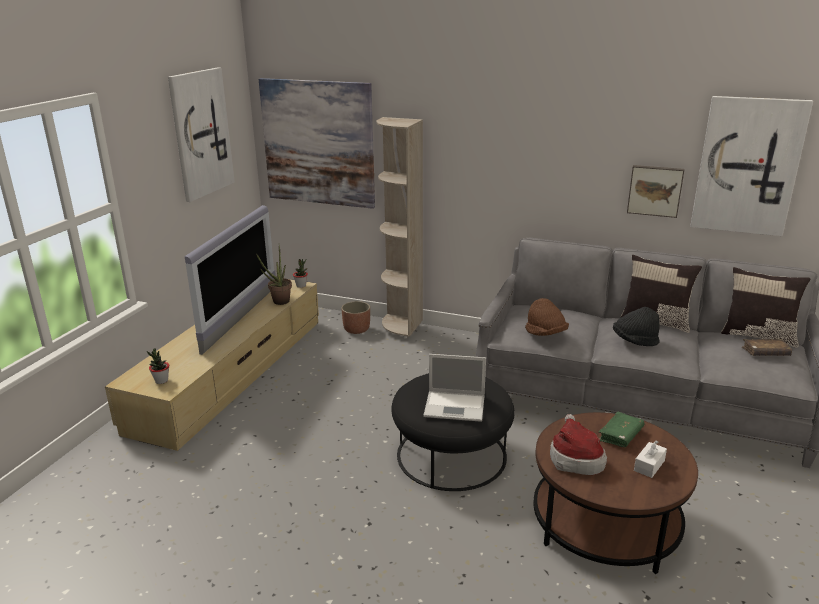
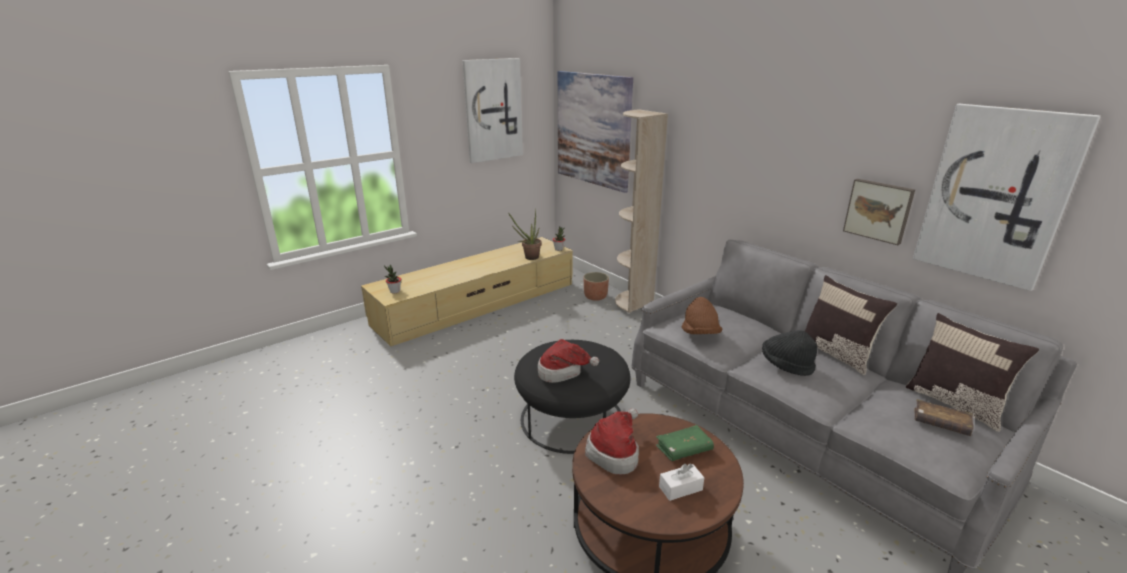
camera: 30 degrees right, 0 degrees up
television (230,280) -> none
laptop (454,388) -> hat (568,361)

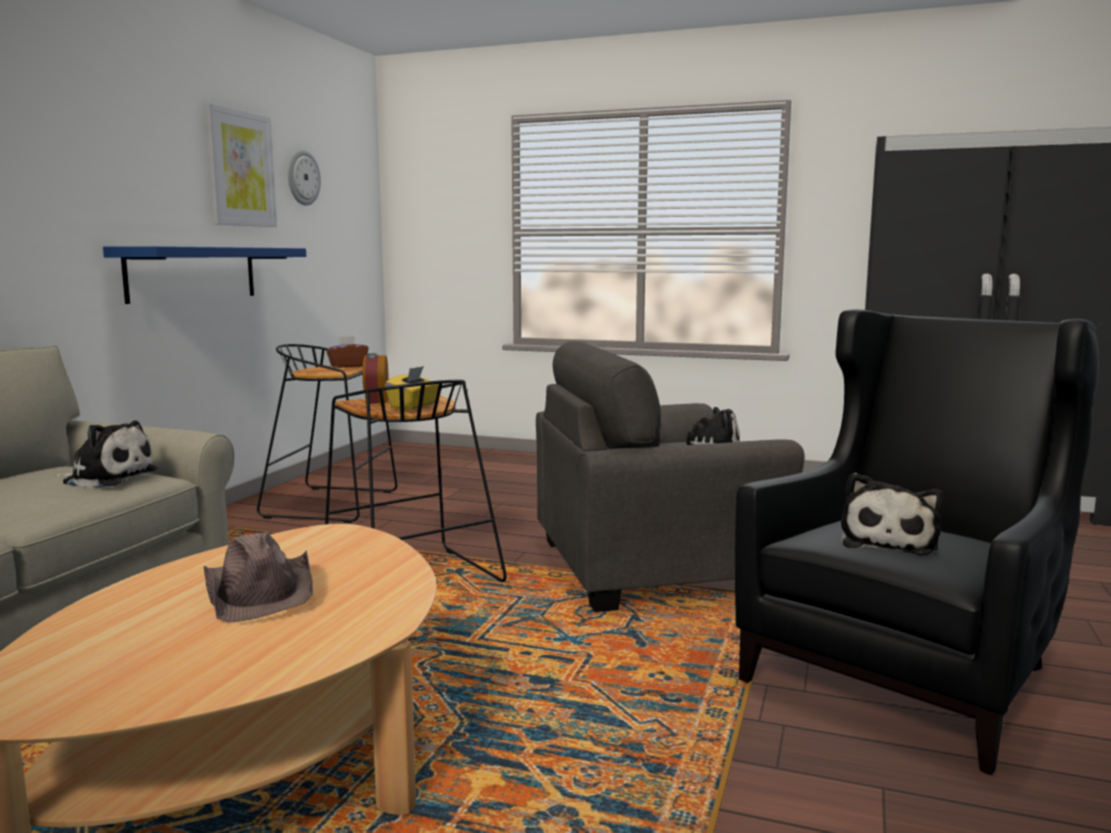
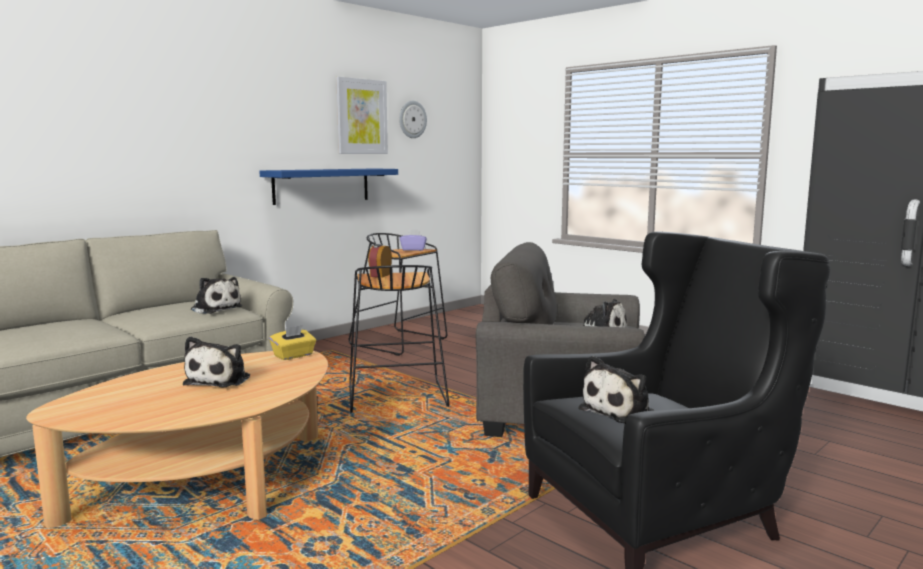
camera: 25 degrees right, 0 degrees up
tissue box (brown) (347,352) -> tissue box (purple) (413,240)
tissue box (yellow) (412,388) -> tissue box (yellow) (292,342), relocated
hat (brown) (258,577) -> plush toy (216,362)

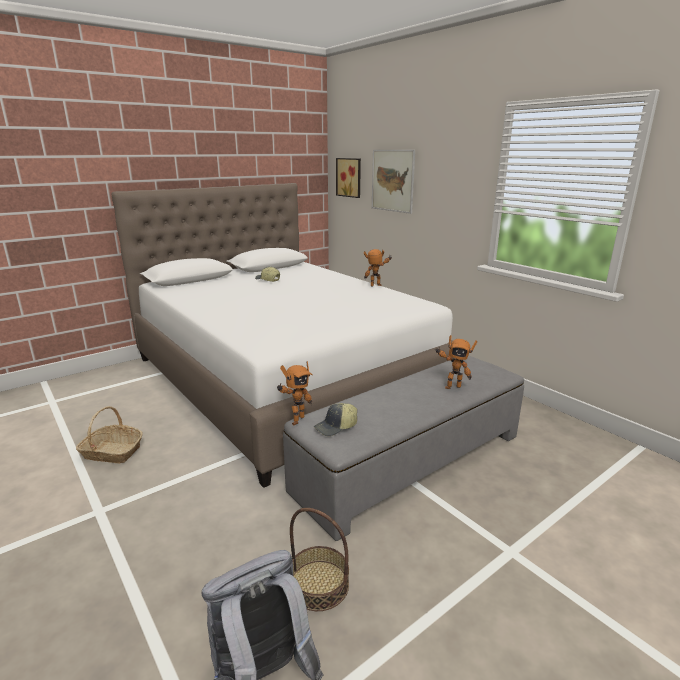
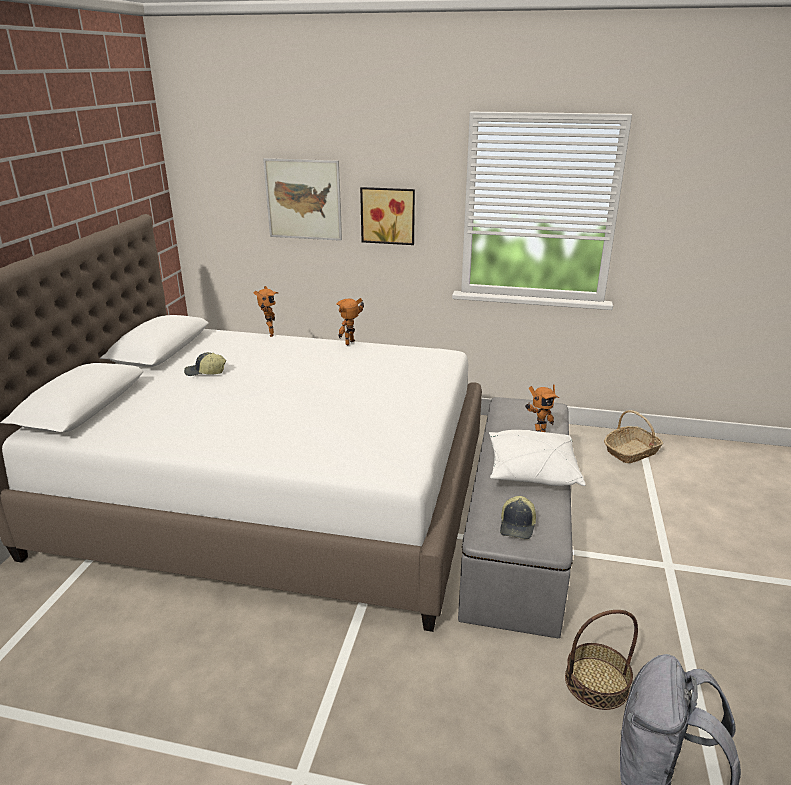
camera: 40 degrees left, 5 degrees up
picture (348,178) -> picture (387,216), relocated
toy robot (295,393) -> toy robot (266,311), relocated
basket (109,434) -> basket (633,437), relocated
none -> pillow (white) (537,458)

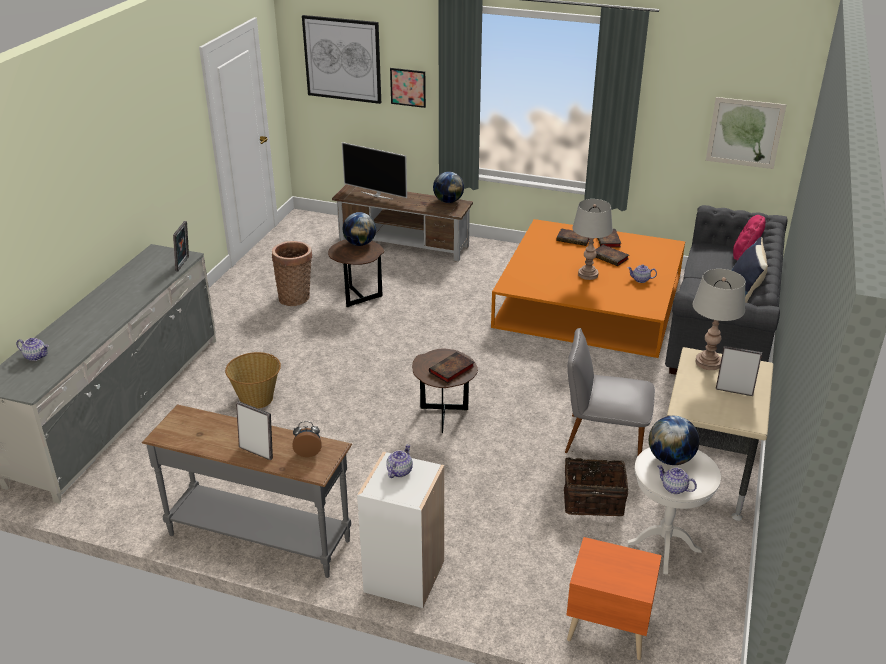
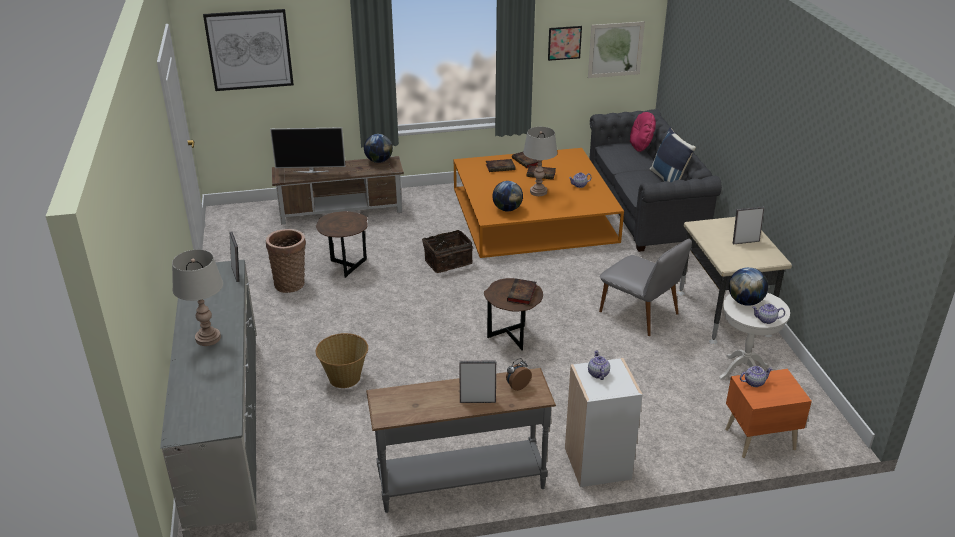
camera: 30 degrees left, 0 degrees up
picture (408,88) -> picture (565,43), relocated
globe (359,229) -> globe (507,196), relocated
table lamp (grey) (719,319) -> table lamp (grey) (197,298), relocated
chair (grey) (610,391) -> chair (grey) (645,287), 120 degrees counterclockwise
teapot (32,349) -> teapot (756,376), relocated
basket (596,483) -> basket (447,251), relocated

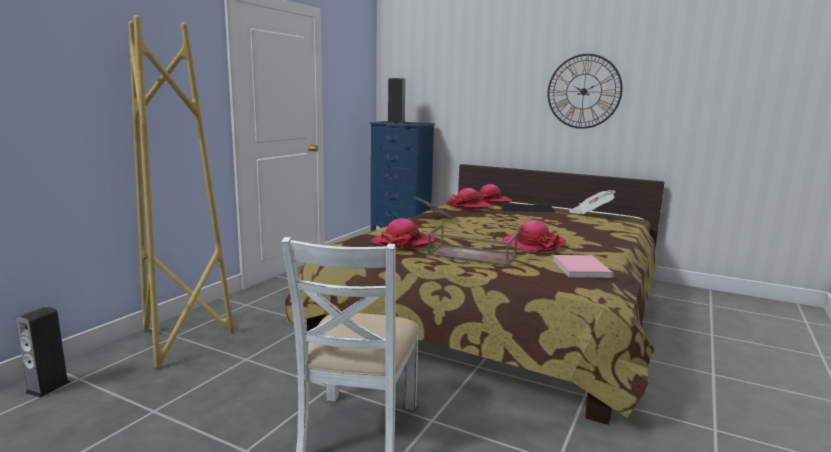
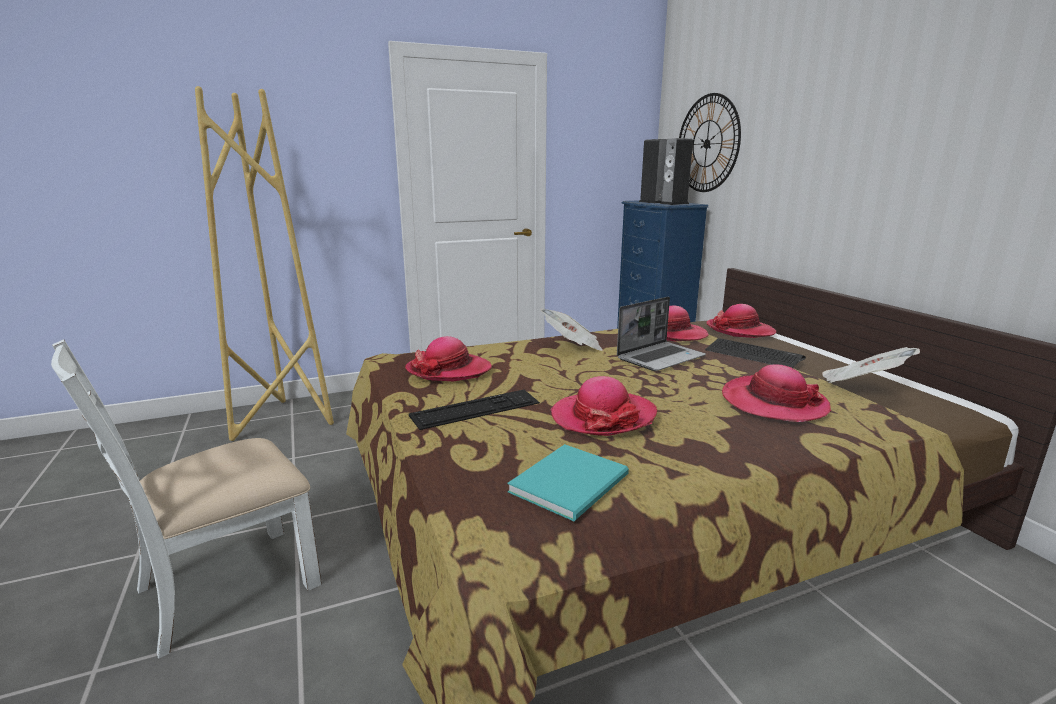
camera: 40 degrees right, 5 degrees up
wall clock (585,91) -> wall clock (710,142), relocated
tray (brown) (472,245) -> keyboard (474,410)
book (pink) (583,266) -> book (turquoise) (568,482)
speaker (43,352) -> speaker (676,171), relocated
none -> laptop (661,333)
none -> hat (776,393)

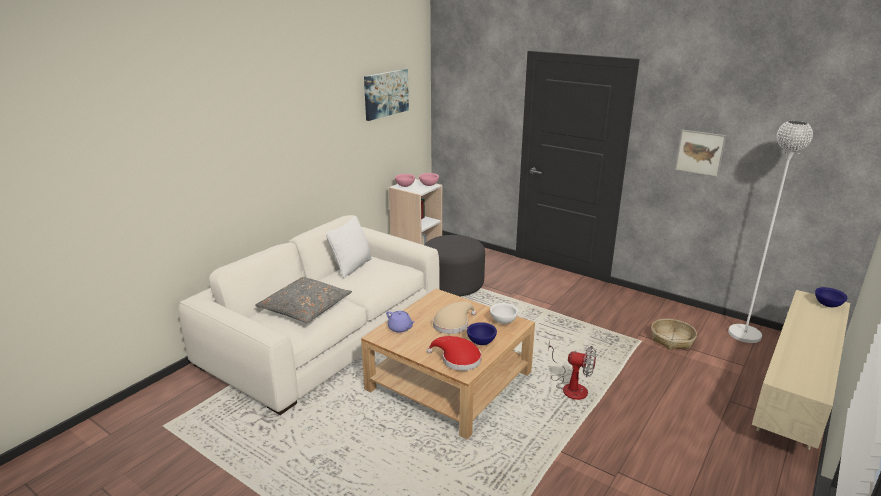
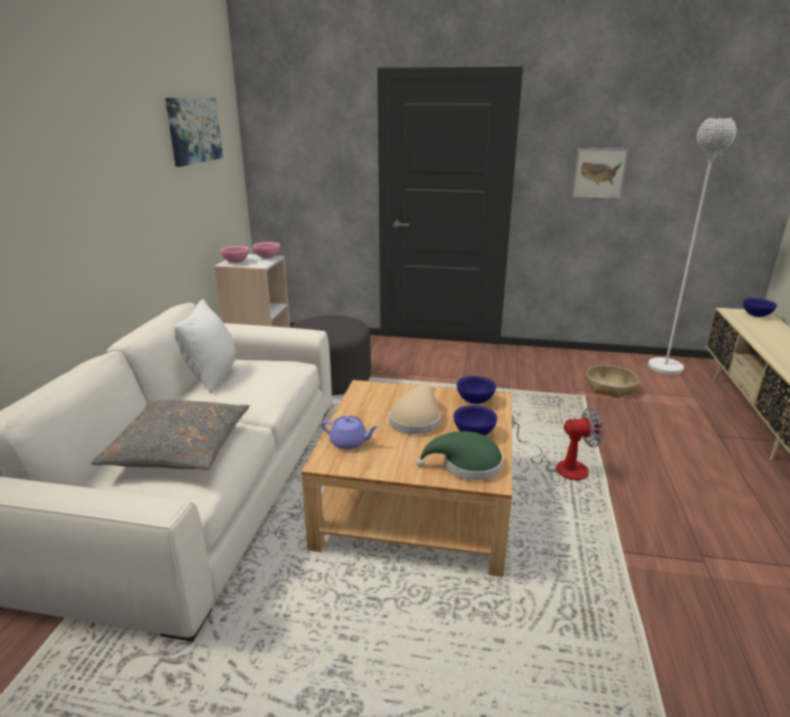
camera: 25 degrees left, 0 degrees up
bowl (white) (504,313) -> bowl (blue) (476,390)
hat (red) (454,353) -> hat (green) (459,455)

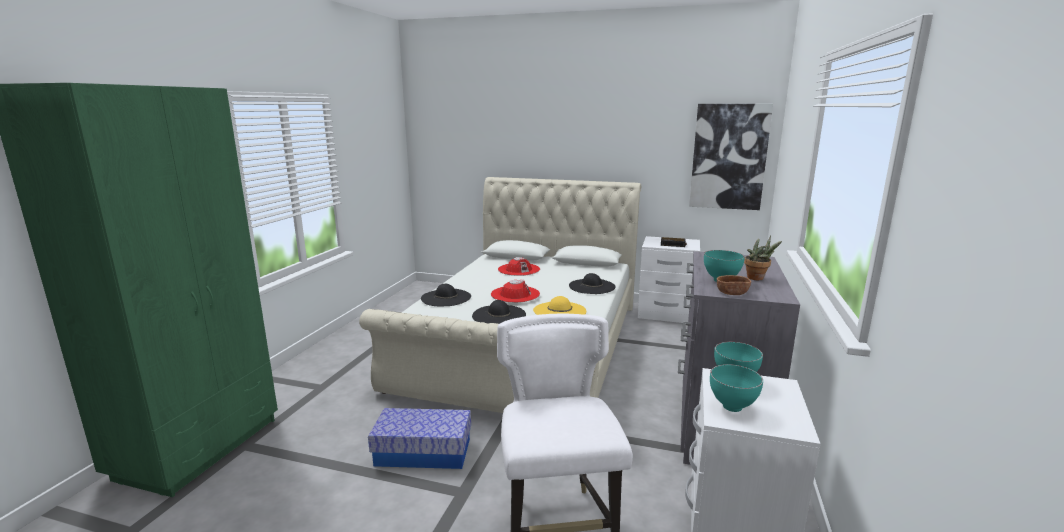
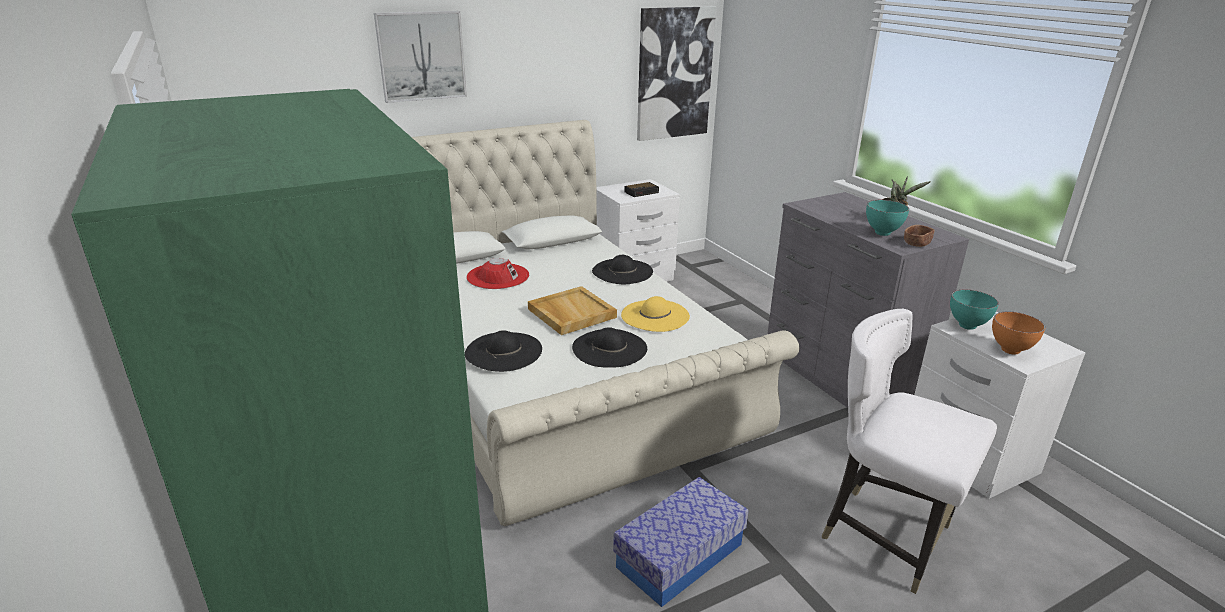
camera: 45 degrees left, 10 degrees up
hat (red) (515,291) -> tray (beige) (572,310)
bowl (turquoise) (736,388) -> bowl (orange) (1018,333)
none -> picture (420,57)

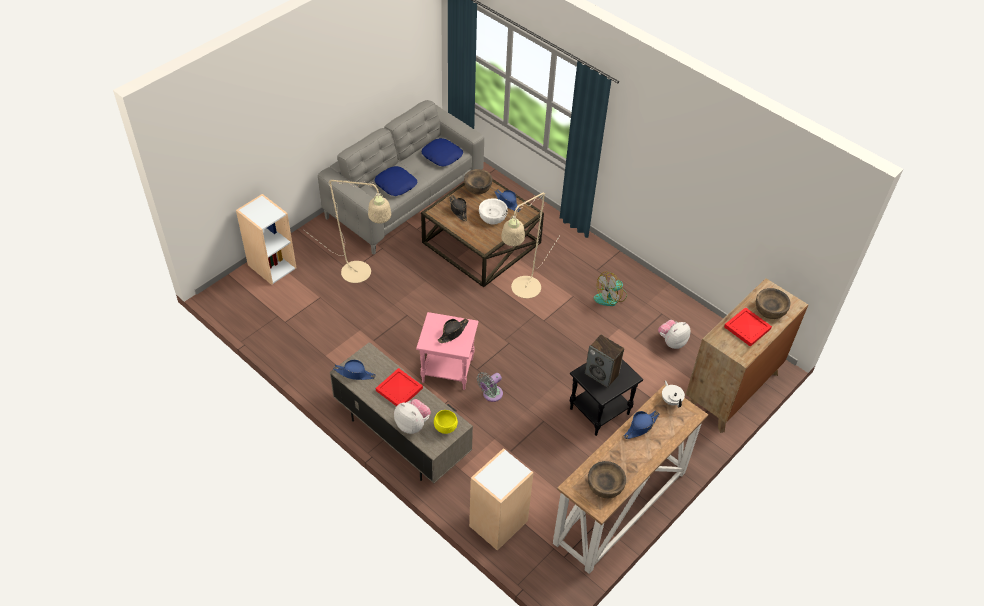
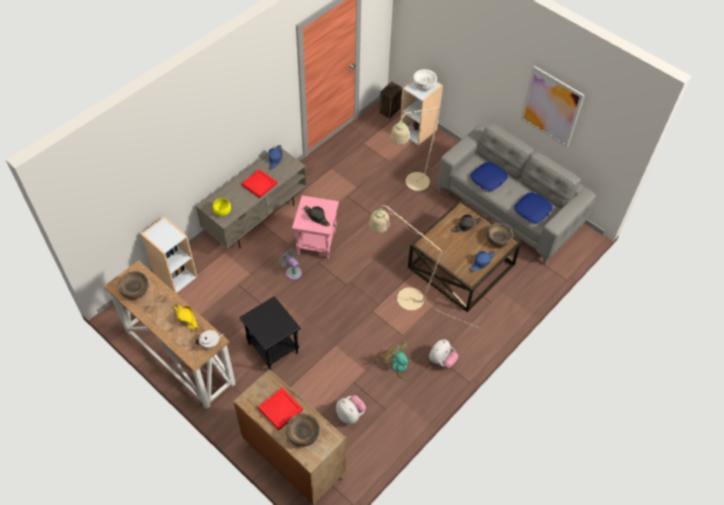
camera: 90 degrees right, 5 degrees up
bowl (white) (493,211) -> bowl (white) (425,80), relocated
speaker (604,361) -> speaker (390,100), relocated
plush toy (412,416) -> plush toy (443,353), relocated
hat (blue) (642,424) -> hat (yellow) (186,317)
none -> picture (553,107)

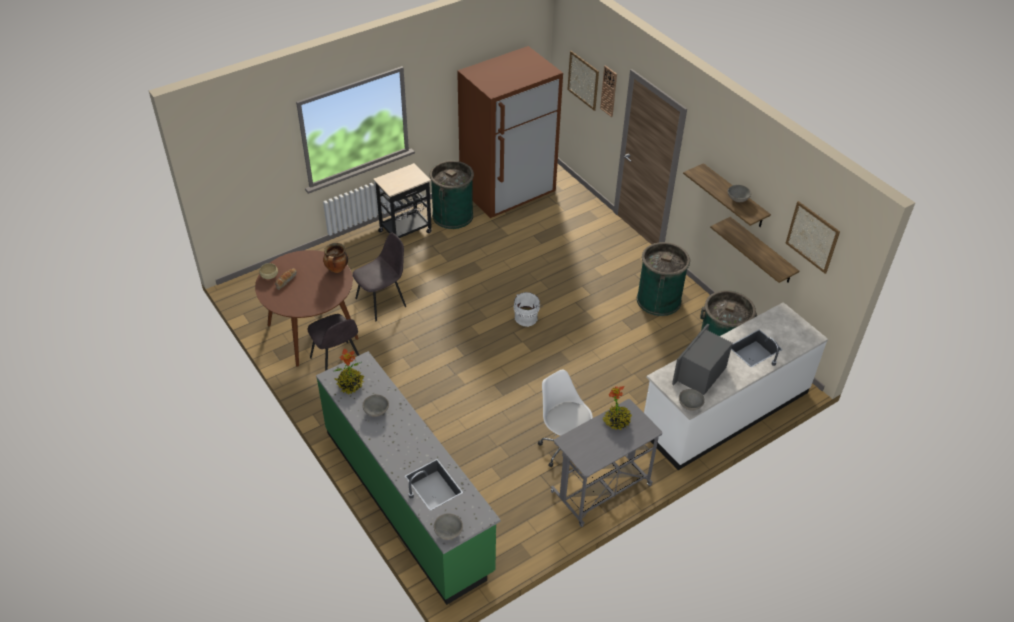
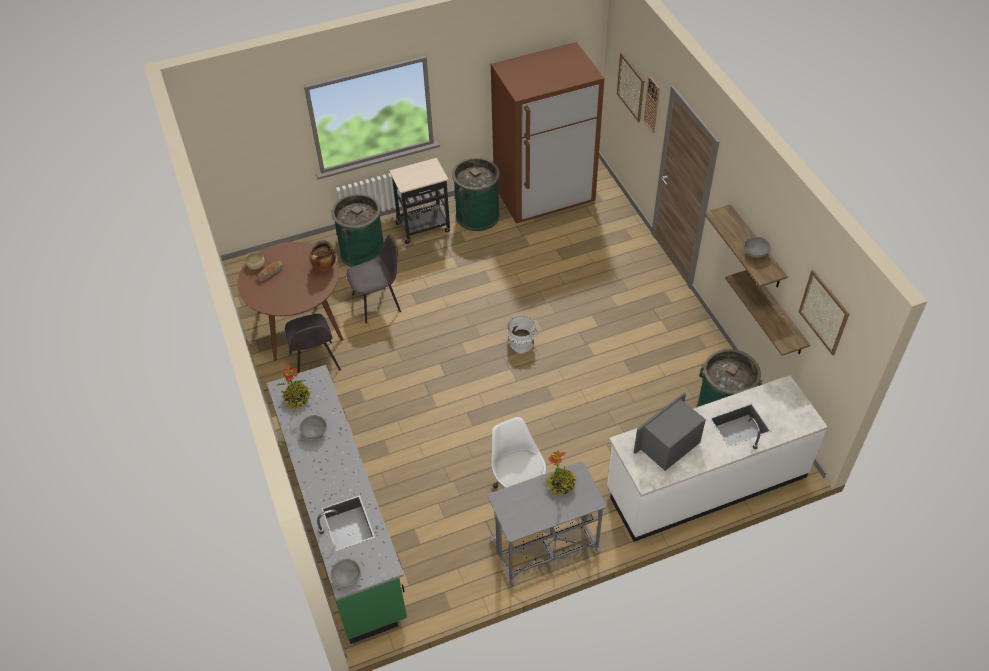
camera: 15 degrees right, 5 degrees up
trash can (green) (663,279) -> trash can (green) (357,230), relocated
bowl (grey) (692,400) -> none

